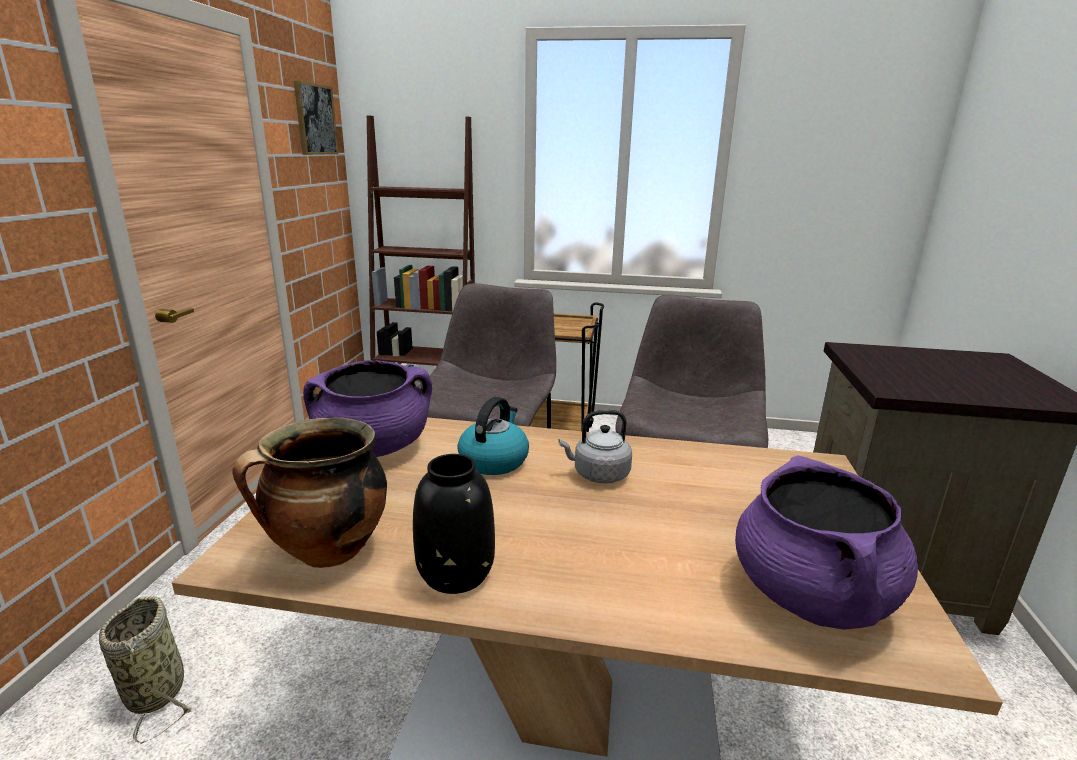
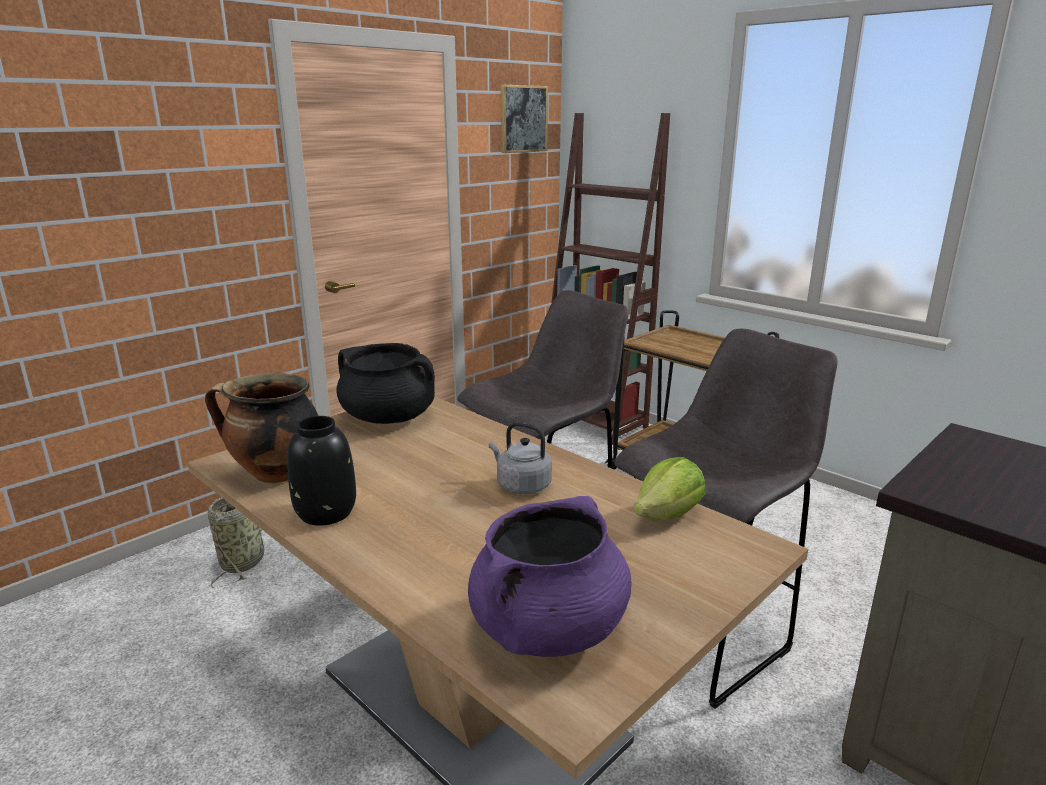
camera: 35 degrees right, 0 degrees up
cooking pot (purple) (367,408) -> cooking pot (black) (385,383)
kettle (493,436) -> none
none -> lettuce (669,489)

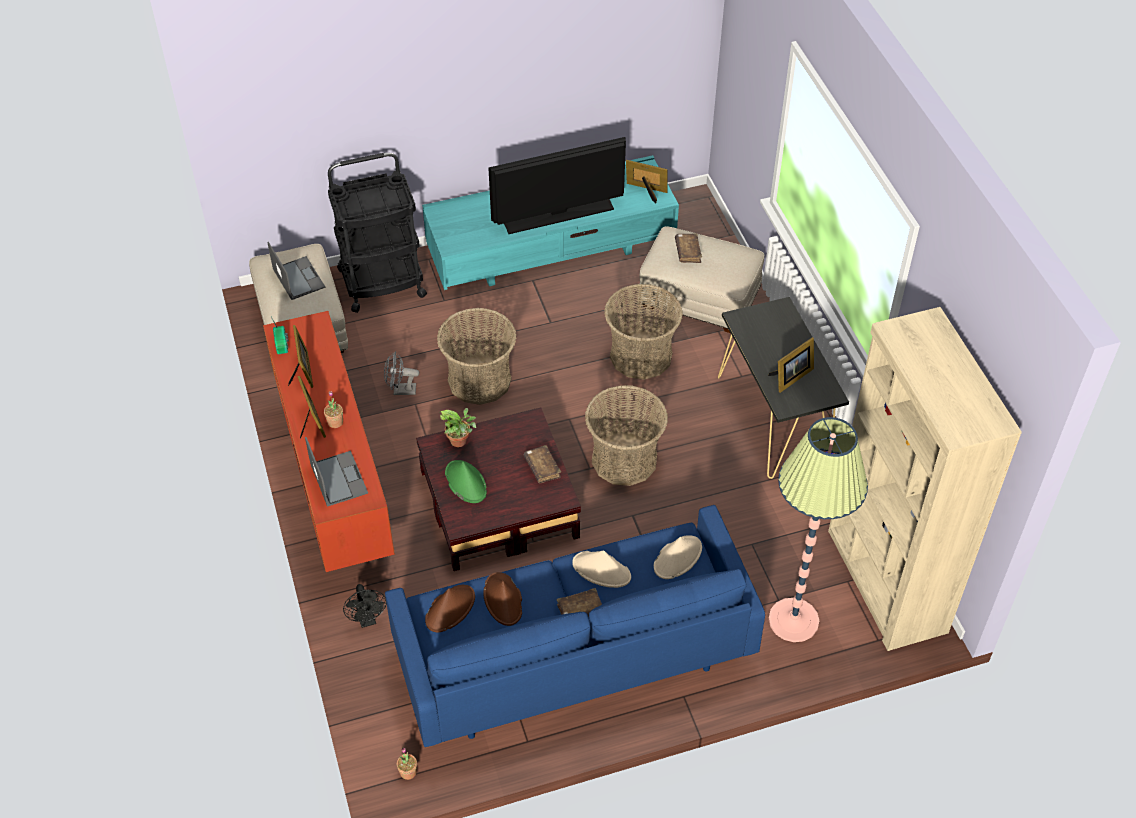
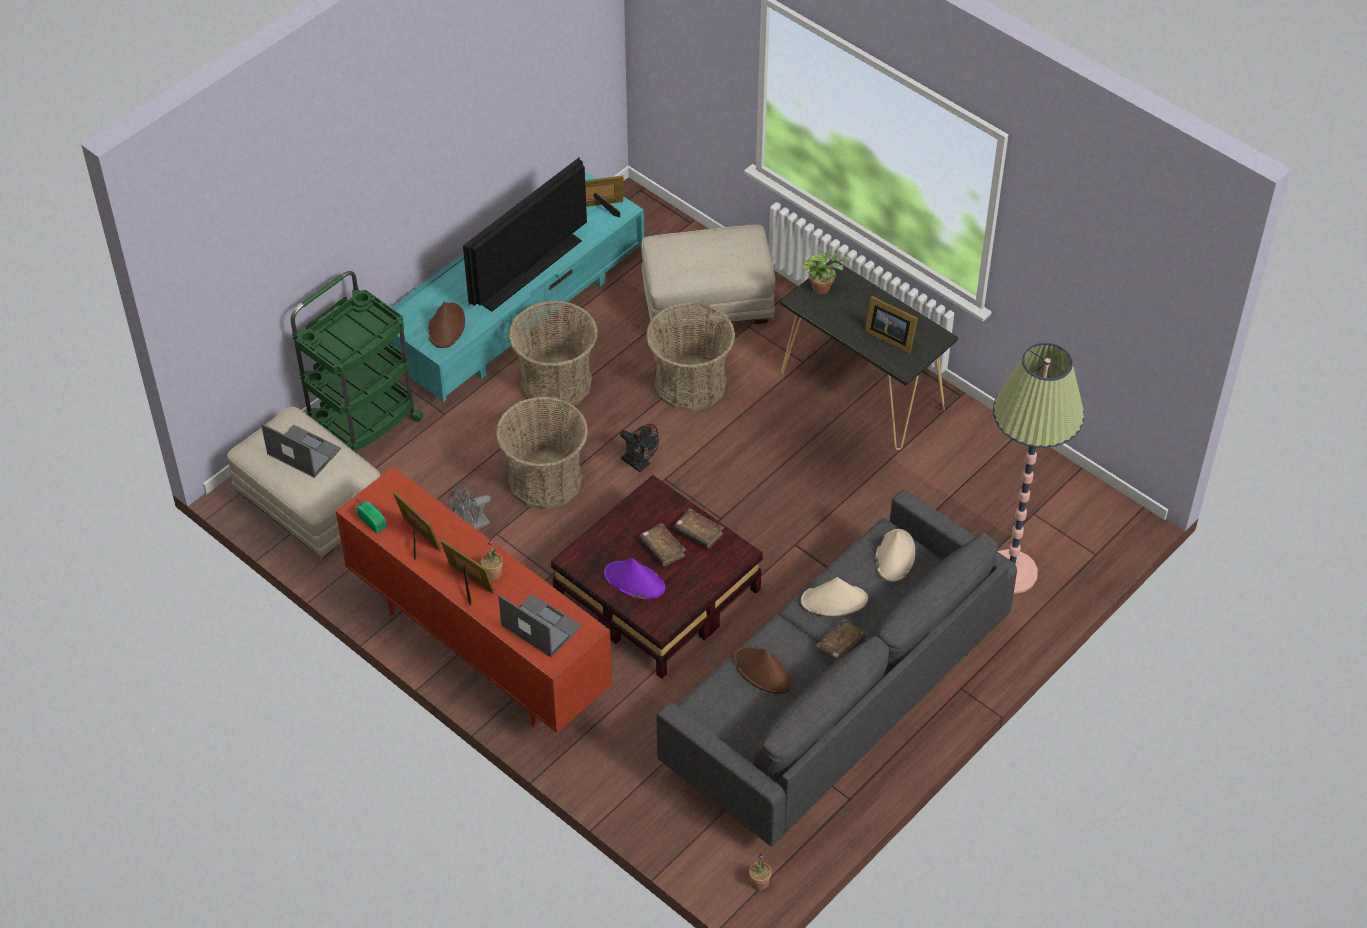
camera: 30 degrees left, 0 degrees up
cart (black) (377,233) -> cart (green) (357,362)
book (brown) (688,248) -> book (brown) (662,544), relocated
bookcase (beige) (925,479) -> none
picture frame (791,365) -> picture frame (891,325), 105 degrees clockwise
basket (626,435) -> basket (553,355), relocated
potted plant (458,427) -> potted plant (826,272), relocated
hat (green) (466,481) -> hat (purple) (634,579)
sofa (blue) (575,626) -> sofa (grey) (836,668)
fan (black) (364,606) -> fan (black) (639,448), relocated
hat (brown) (450,608) -> hat (brown) (446,325), relocated

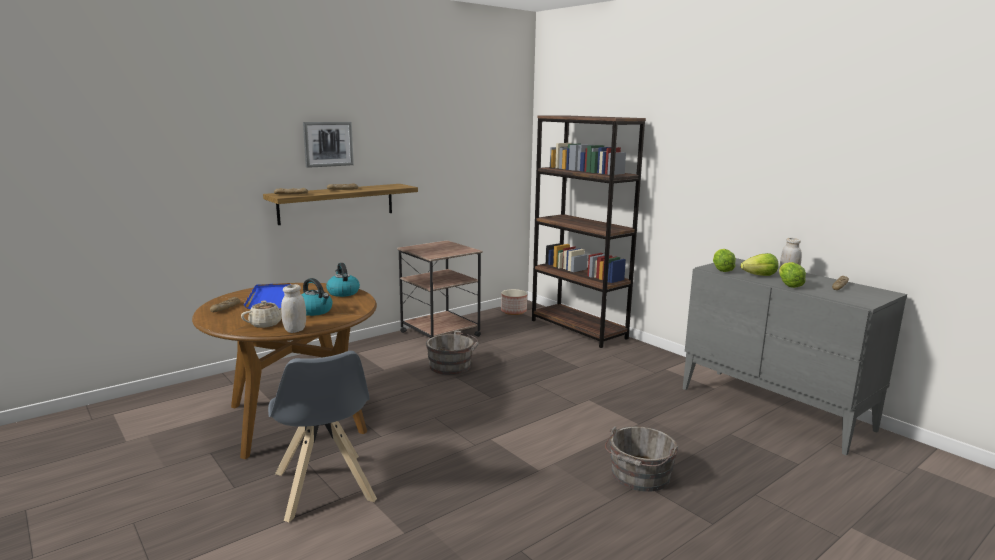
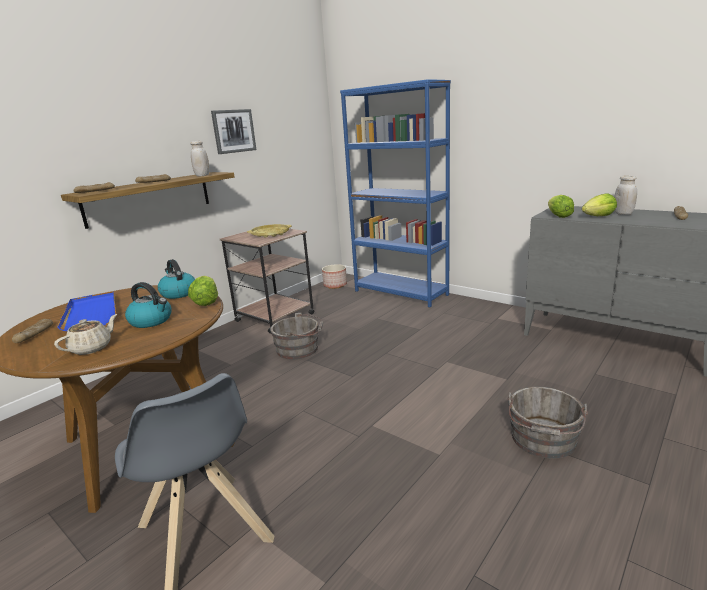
camera: 10 degrees left, 5 degrees up
bookcase (brown) (589,232) -> bookcase (blue) (395,193)
picture (328,145) -> picture (233,131), relocated
lettuce (792,275) -> lettuce (203,291), relocated
jar (white) (293,308) -> jar (white) (199,159), relocated
none -> tray (yellow) (269,231)

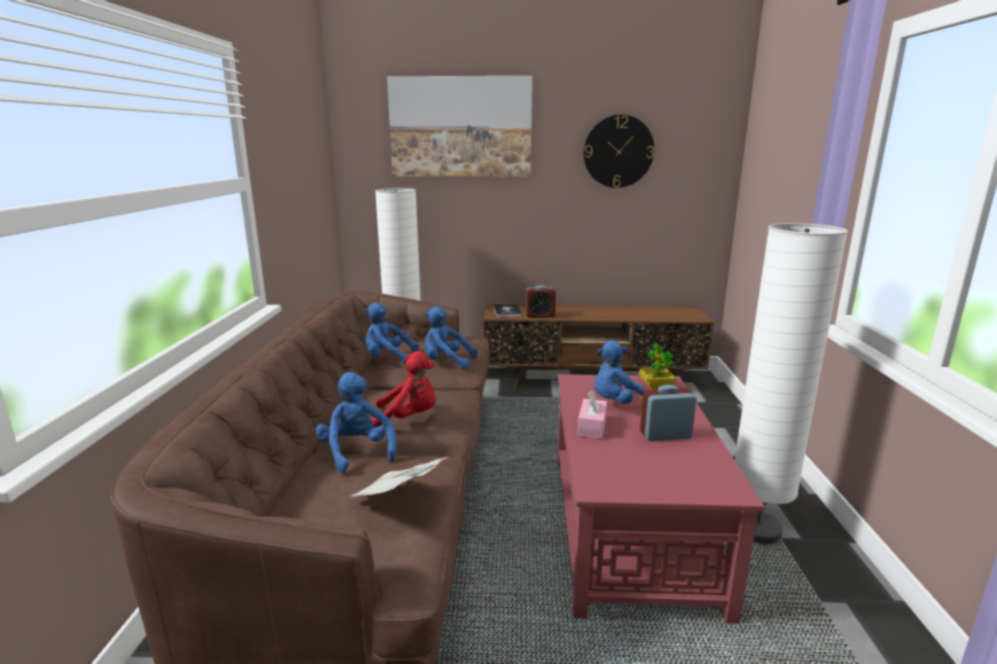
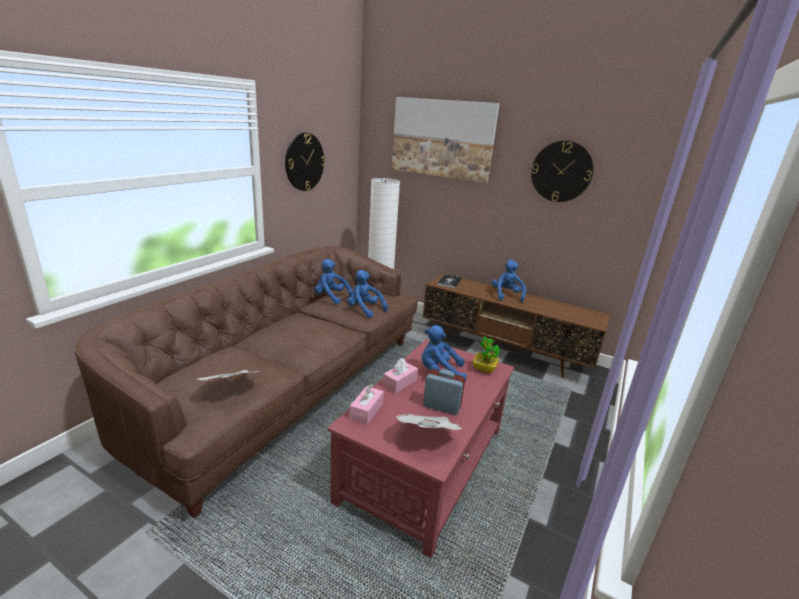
camera: 25 degrees right, 5 degrees up
floor lamp (white) (791,383) -> none
alarm clock (541,302) -> none
plush toy (red) (403,389) -> none
plush toy (blue) (356,422) -> plush toy (blue) (509,281), relocated
none -> wall clock (305,162)
none -> tissue box (pink) (367,404)
none -> newspaper (429,422)

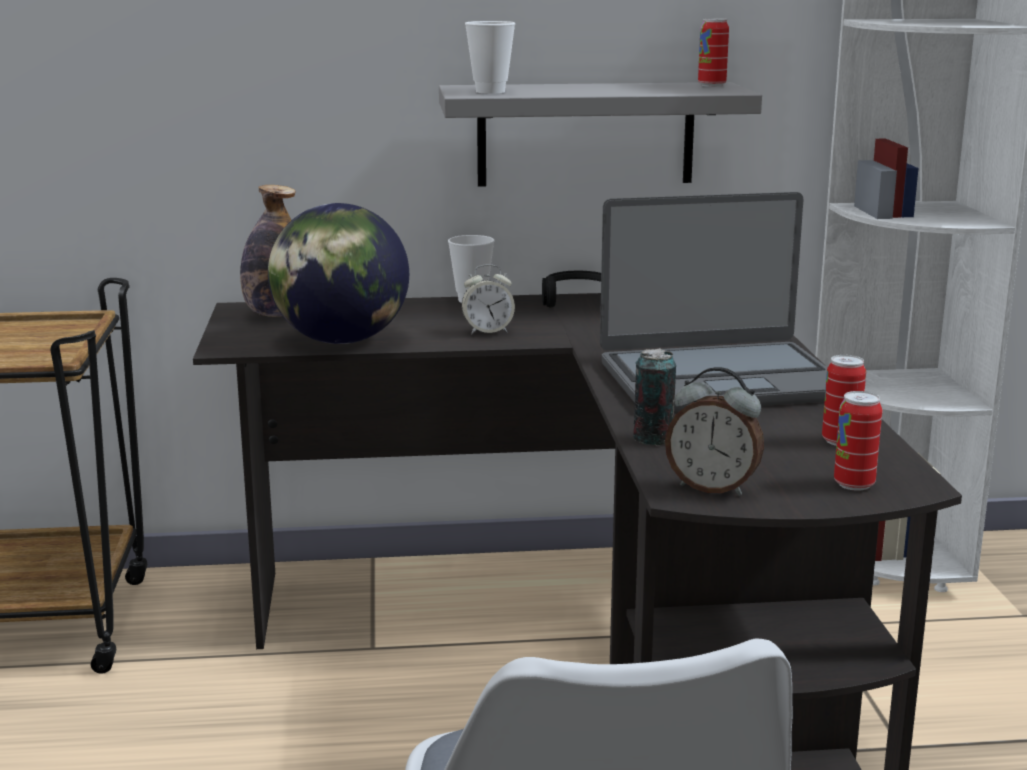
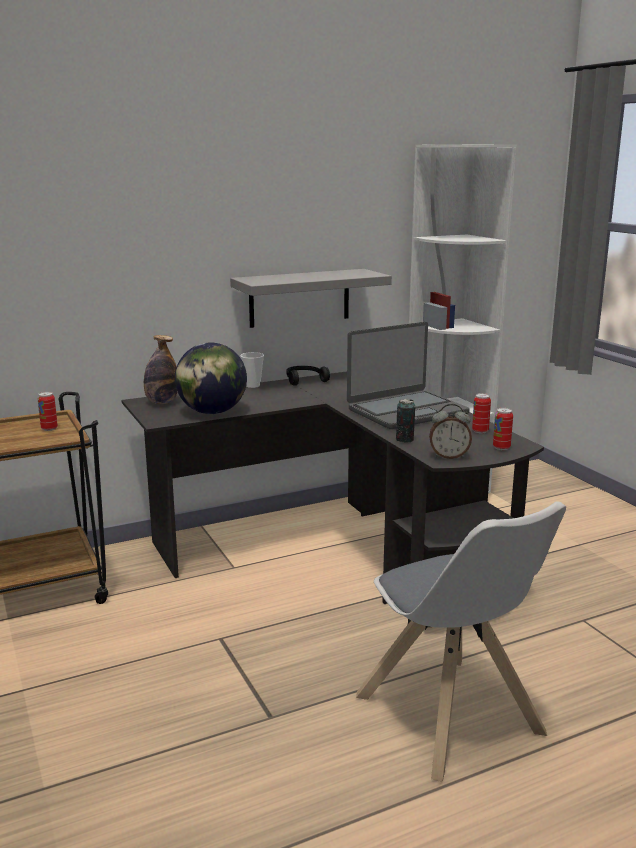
camera: 20 degrees left, 0 degrees up
can (713,52) -> can (48,411), relocated
cup (490,57) -> none
alarm clock (488,299) -> none

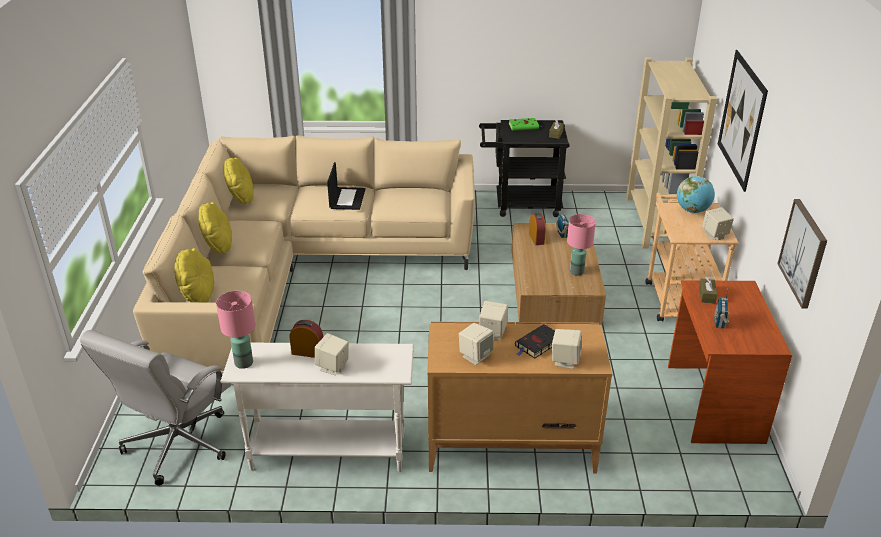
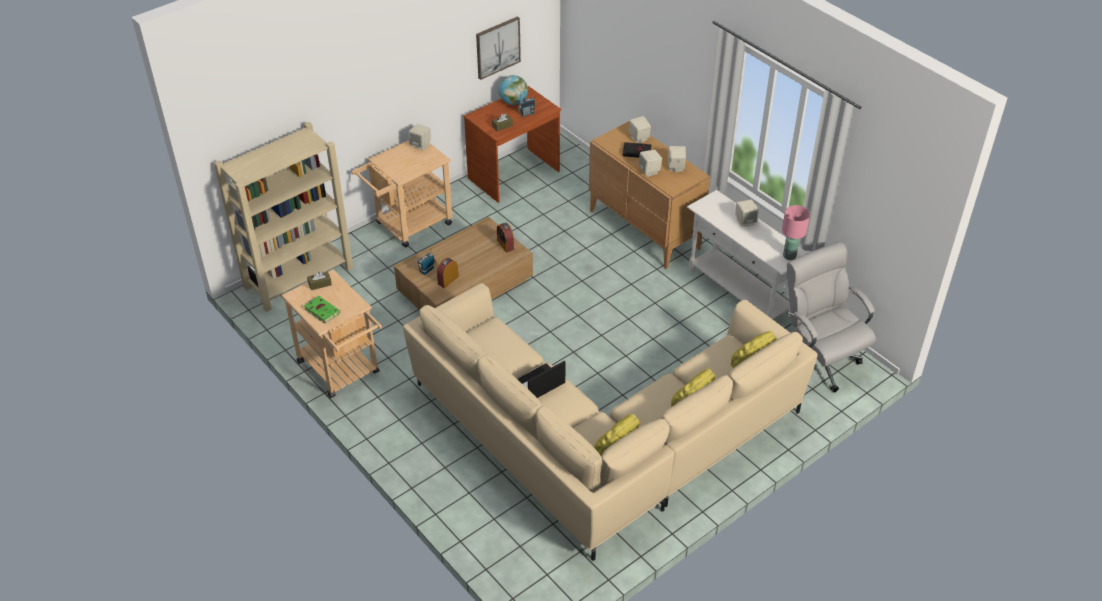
camera: 130 degrees left, 10 degrees up
picture (743,121) -> none
cart (black) (524,168) -> cart (beige) (331,334)
globe (696,194) -> globe (513,90), relocated
table lamp (pink) (581,245) -> none
alarm clock (306,339) -> alarm clock (505,237), relocated
office chair (grey) (155,407) -> office chair (grey) (831,317), 105 degrees counterclockwise

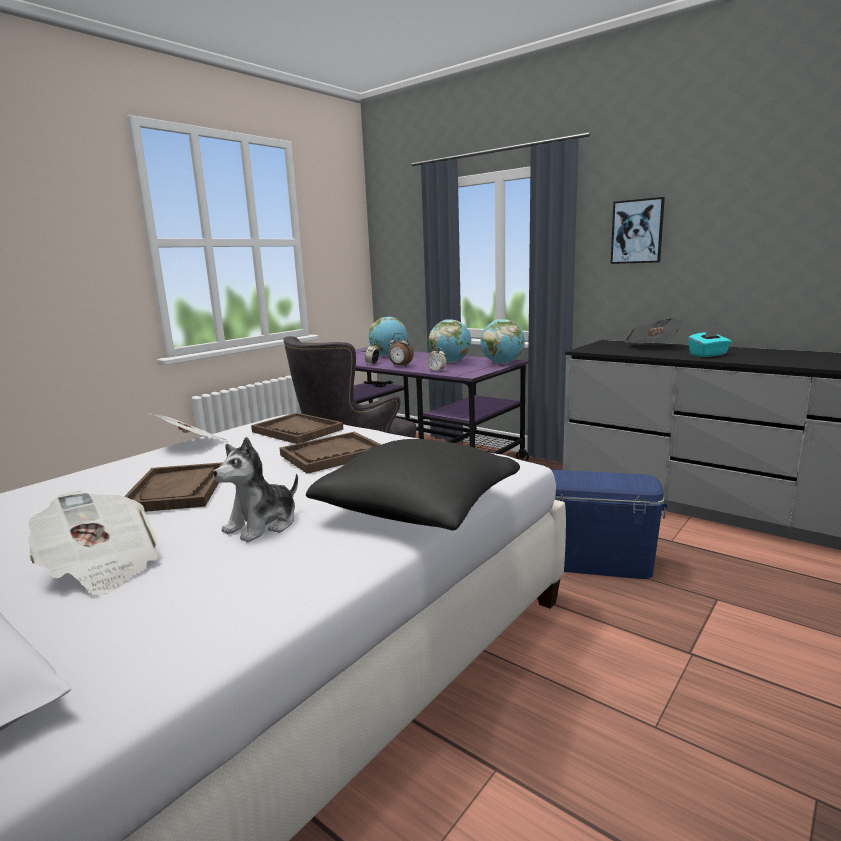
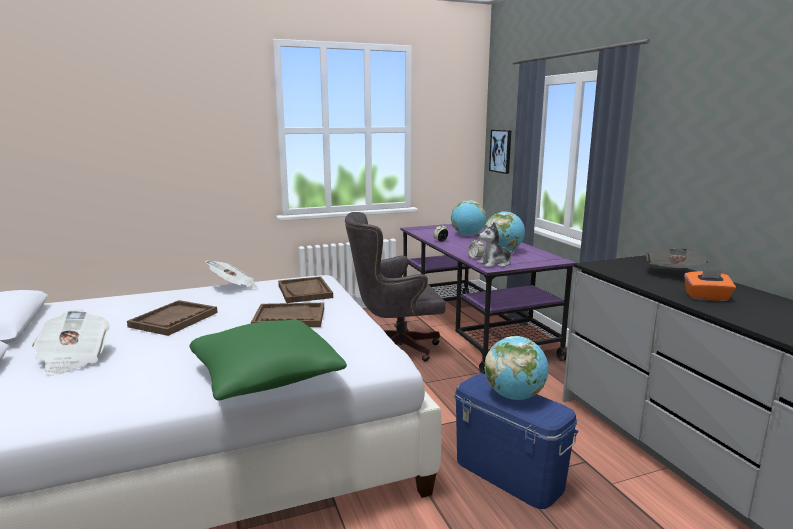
camera: 30 degrees right, 0 degrees up
picture (638,230) -> picture (500,152), relocated
globe (503,341) -> globe (517,368), relocated
tissue box (turquoise) (710,342) -> tissue box (orange) (710,284)
alarm clock (401,349) -> none
plush toy (255,490) -> plush toy (496,245), relocated
pillow (black) (413,485) -> pillow (green) (268,360)

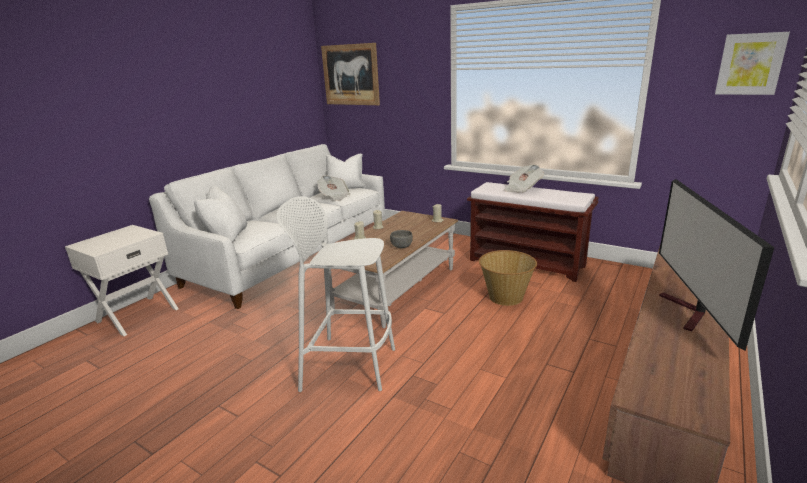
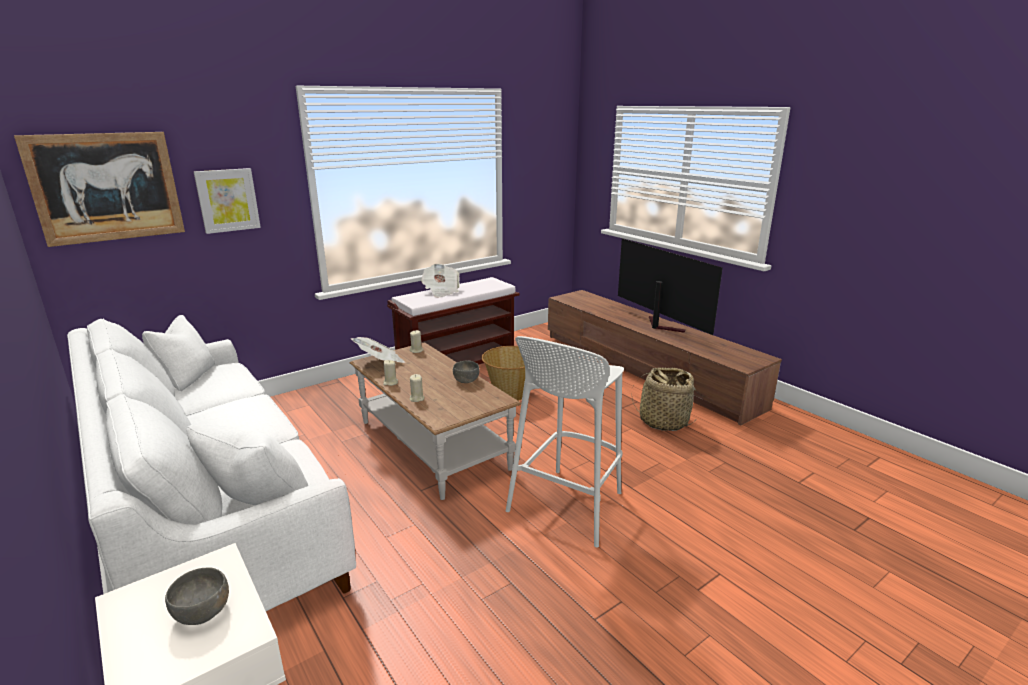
camera: 70 degrees left, 0 degrees up
picture (752,63) -> picture (227,201), relocated
newspaper (333,188) -> newspaper (378,350), relocated
television (716,265) -> television (670,287), 150 degrees counterclockwise
none -> basket (664,399)
none -> bowl (grey) (197,596)

